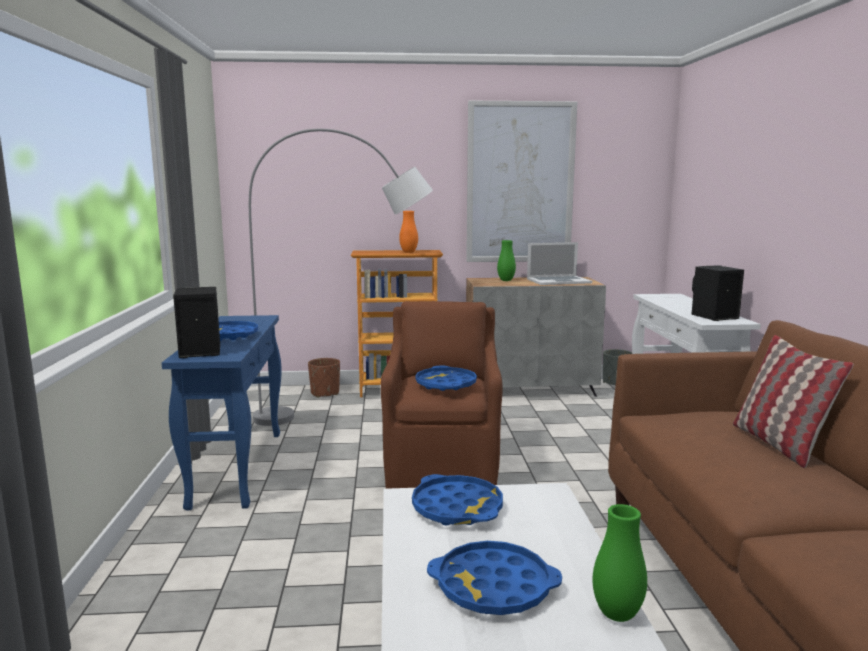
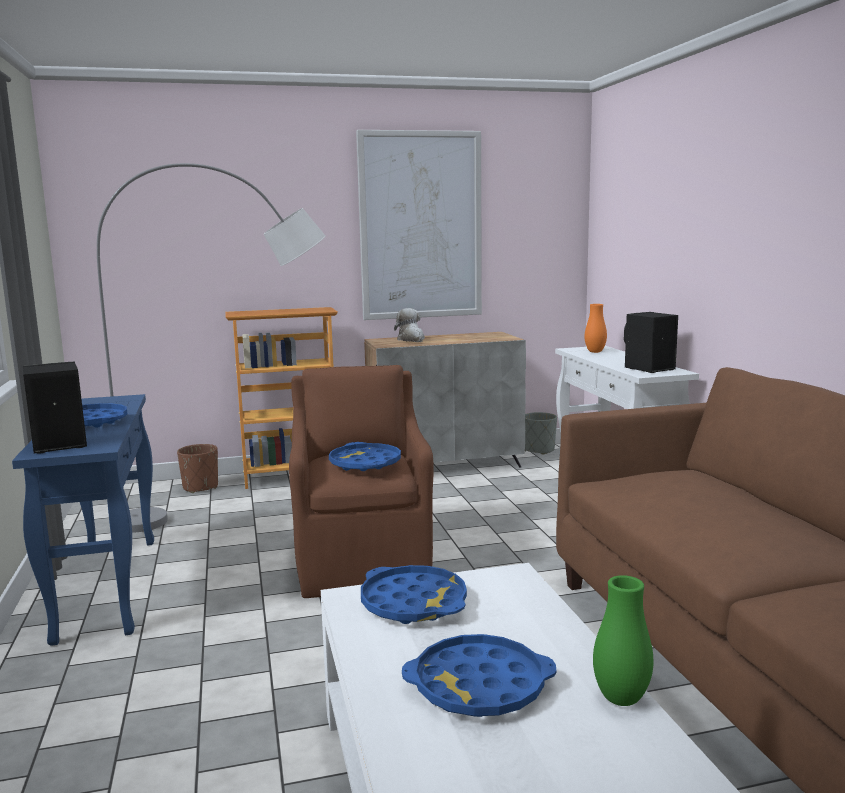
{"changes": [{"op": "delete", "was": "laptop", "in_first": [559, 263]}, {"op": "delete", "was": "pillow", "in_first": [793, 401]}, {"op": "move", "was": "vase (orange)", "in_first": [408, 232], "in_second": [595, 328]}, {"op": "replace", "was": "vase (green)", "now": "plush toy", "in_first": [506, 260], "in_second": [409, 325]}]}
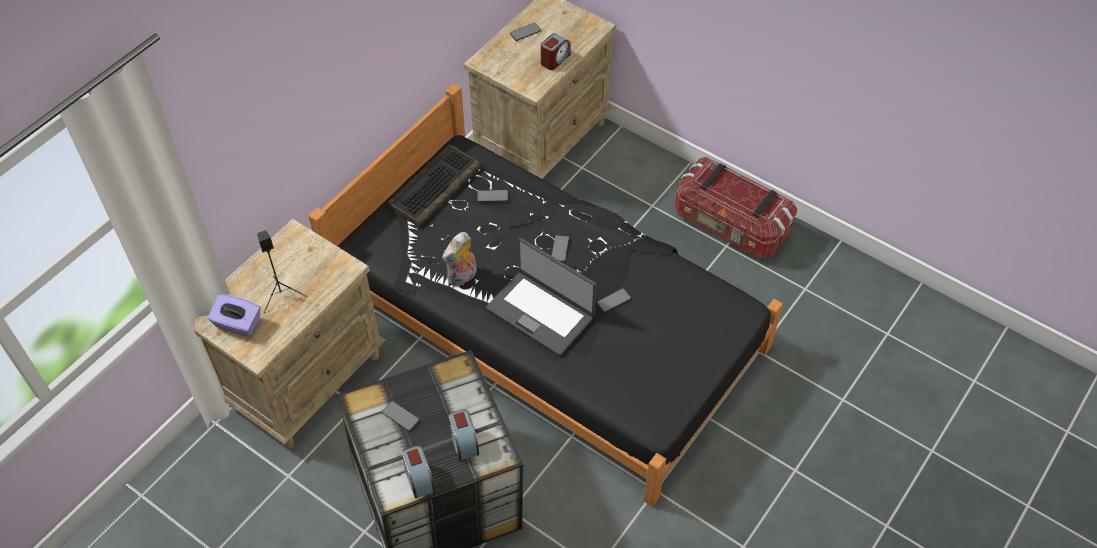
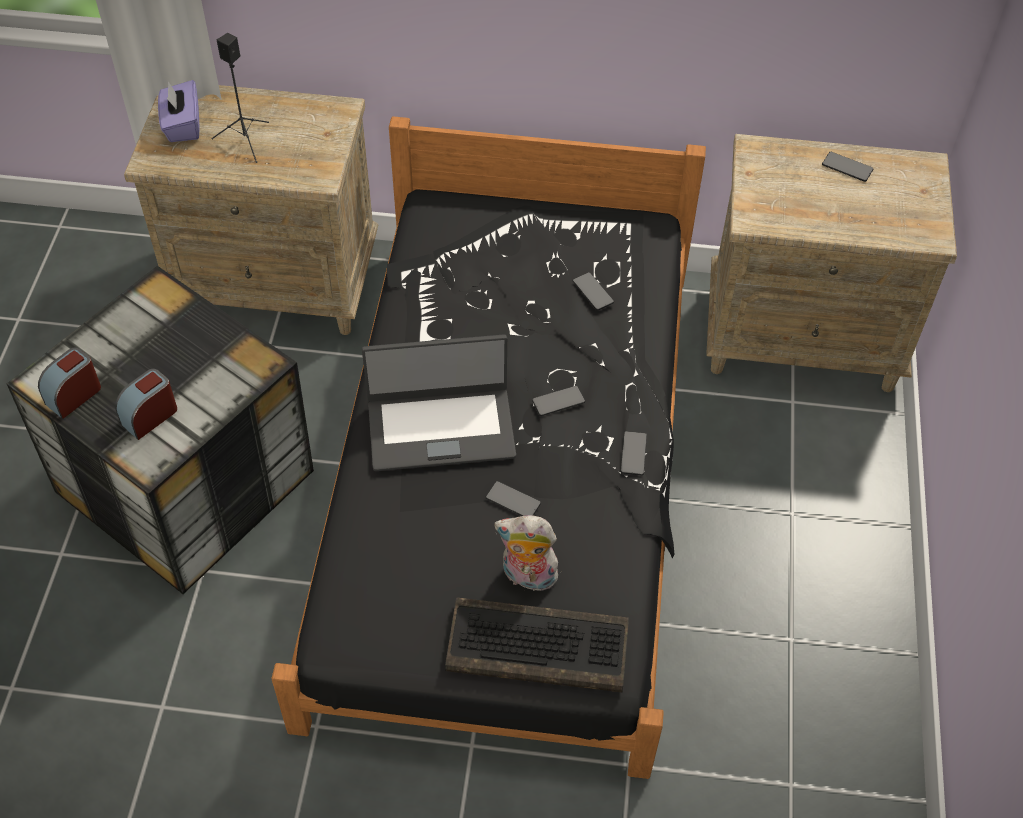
{"changes": [{"op": "delete", "was": "alarm clock", "in_first": [556, 52]}, {"op": "delete", "was": "storage box", "in_first": [736, 208]}, {"op": "move", "was": "phone", "in_first": [401, 416], "in_second": [633, 453]}, {"op": "move", "was": "keyboard", "in_first": [433, 185], "in_second": [537, 644]}, {"op": "move", "was": "plush toy", "in_first": [459, 259], "in_second": [527, 555]}, {"op": "rotate", "was": "laptop", "in_first": [541, 297], "in_second": [439, 402], "clockwise": -105}]}
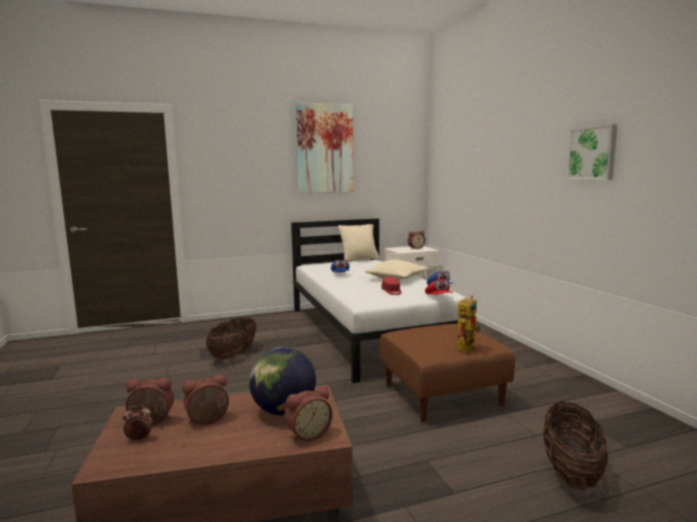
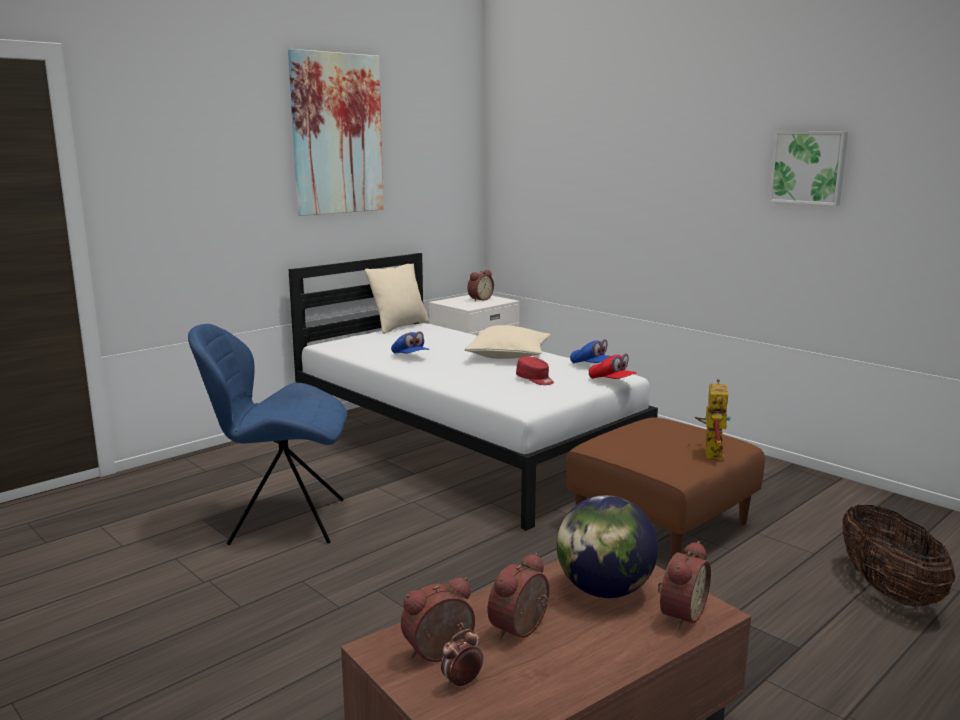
{"changes": [{"op": "replace", "was": "basket", "now": "chair (blue)", "in_first": [231, 338], "in_second": [267, 434]}]}
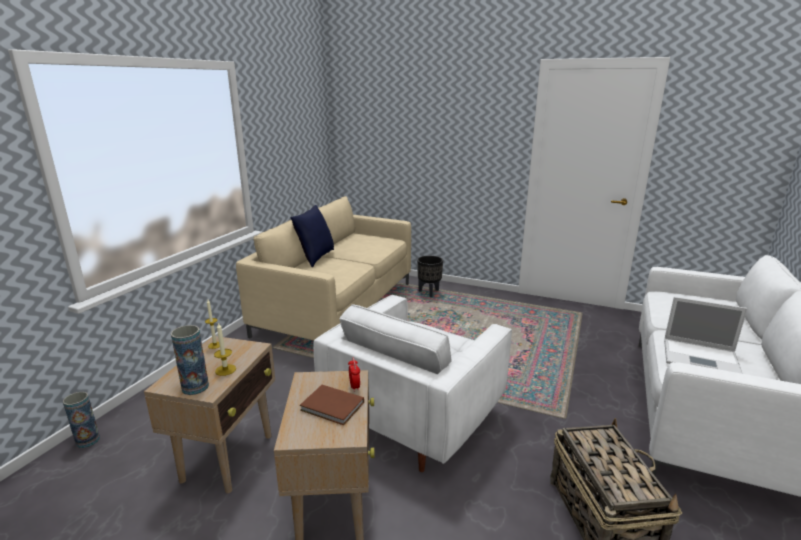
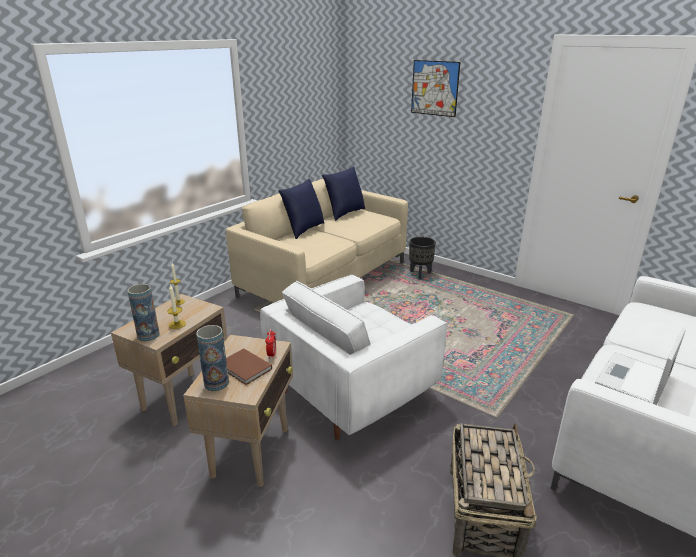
{"changes": [{"op": "insert", "now": "pillow (blue)", "in_second": [343, 193]}, {"op": "insert", "now": "picture", "in_second": [435, 88]}, {"op": "move", "was": "vase", "in_first": [81, 420], "in_second": [212, 358]}, {"op": "rotate", "was": "laptop", "in_first": [705, 335], "in_second": [640, 366], "clockwise": 90}]}
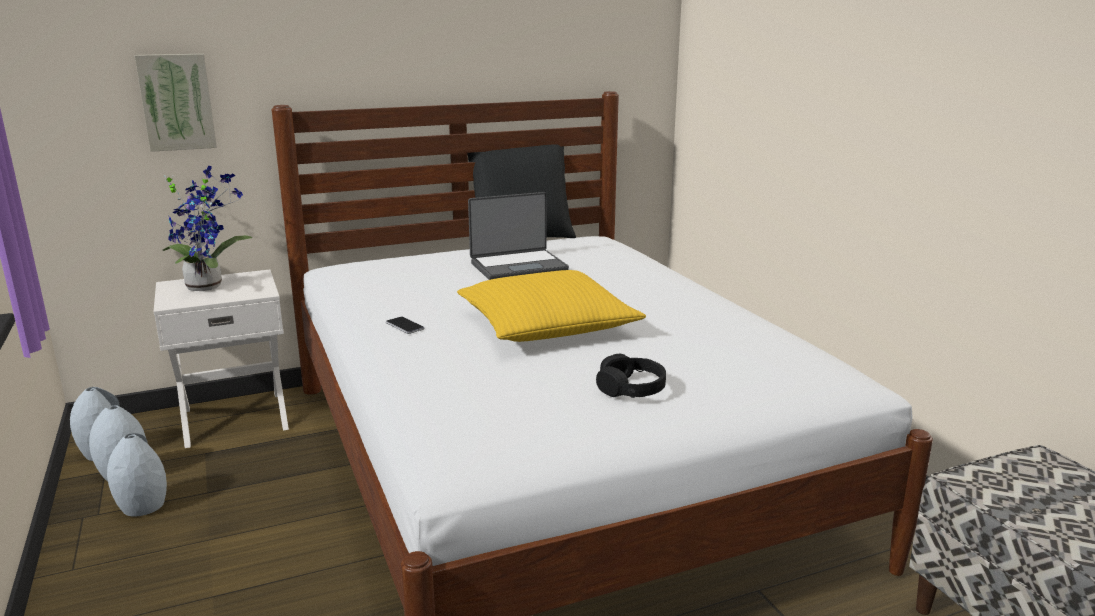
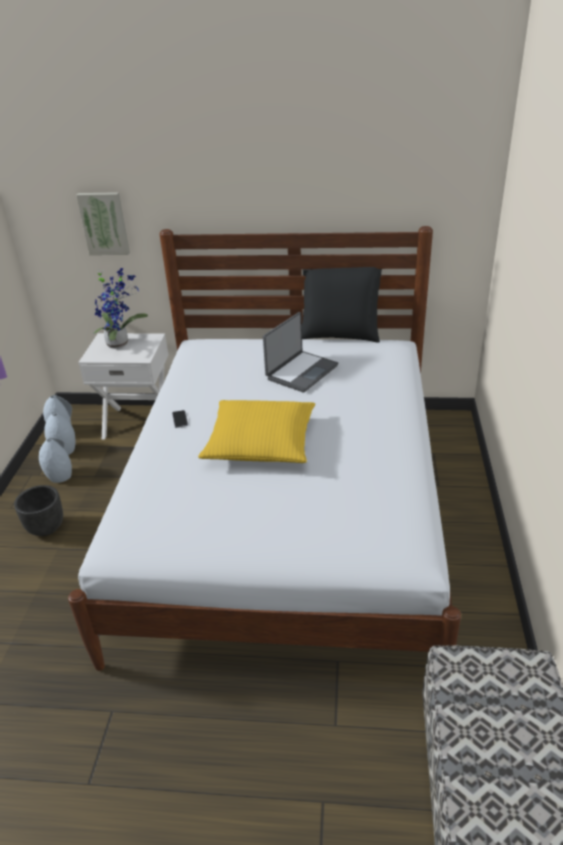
{"changes": [{"op": "delete", "was": "headphones (black)", "in_first": [631, 376]}, {"op": "insert", "now": "planter (black)", "in_second": [38, 510]}, {"op": "rotate", "was": "laptop", "in_first": [518, 236], "in_second": [300, 352], "clockwise": -60}]}
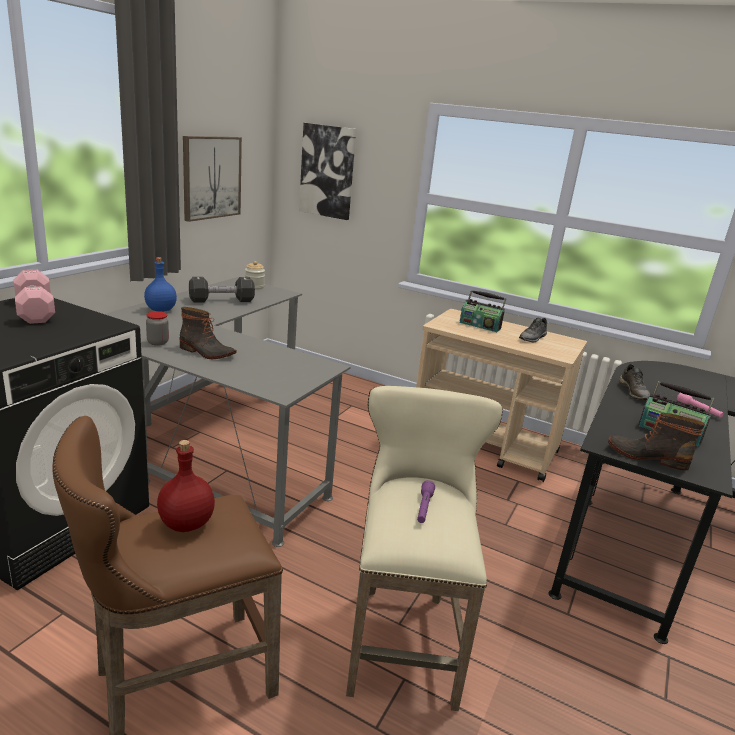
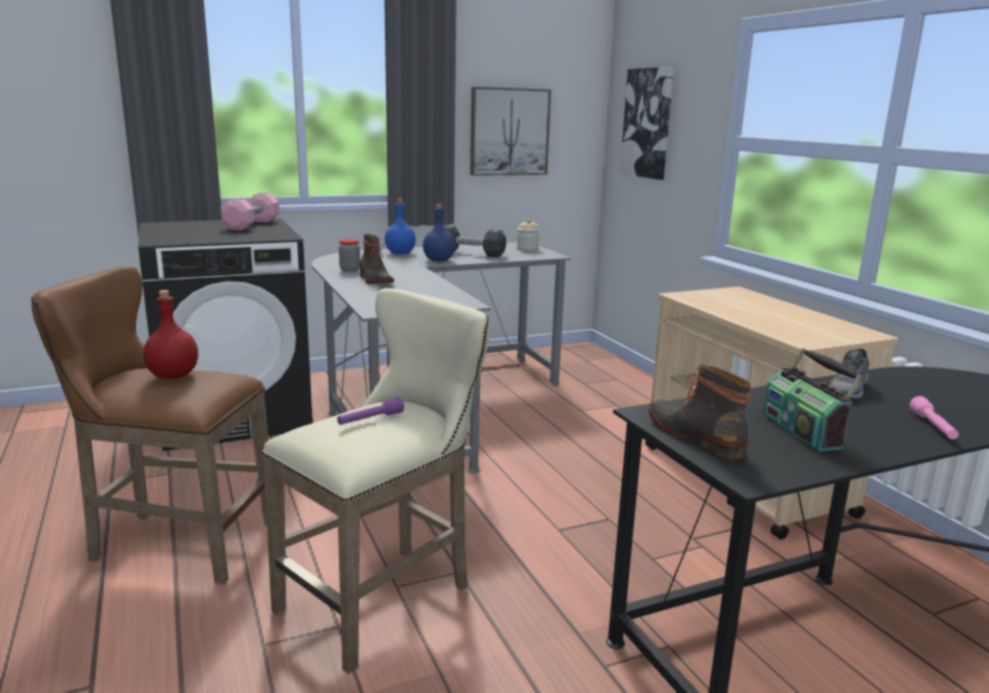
{"changes": [{"op": "delete", "was": "radio", "in_first": [483, 311]}, {"op": "delete", "was": "shoe (grey)", "in_first": [533, 330]}, {"op": "insert", "now": "bottle (blue)", "in_second": [439, 232]}]}
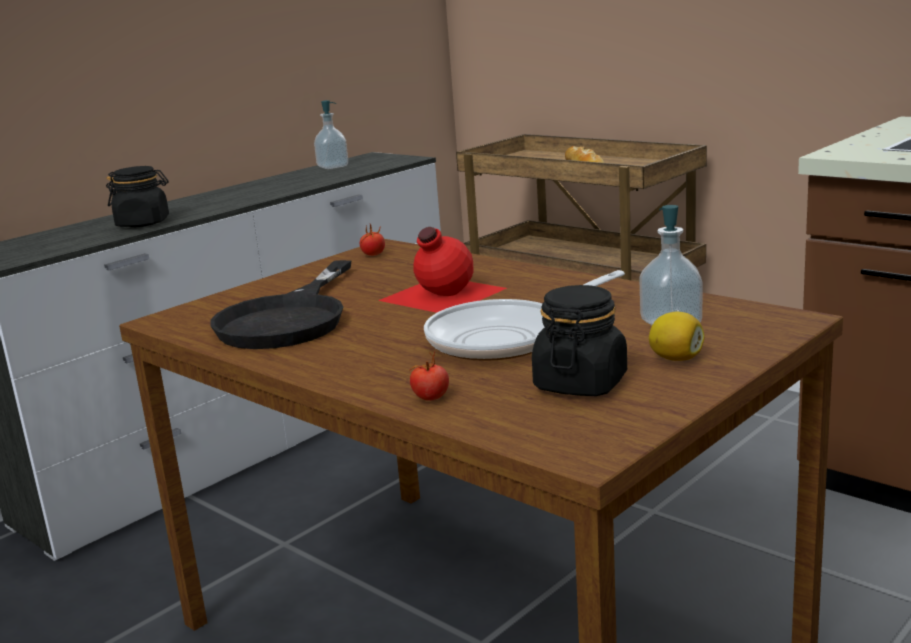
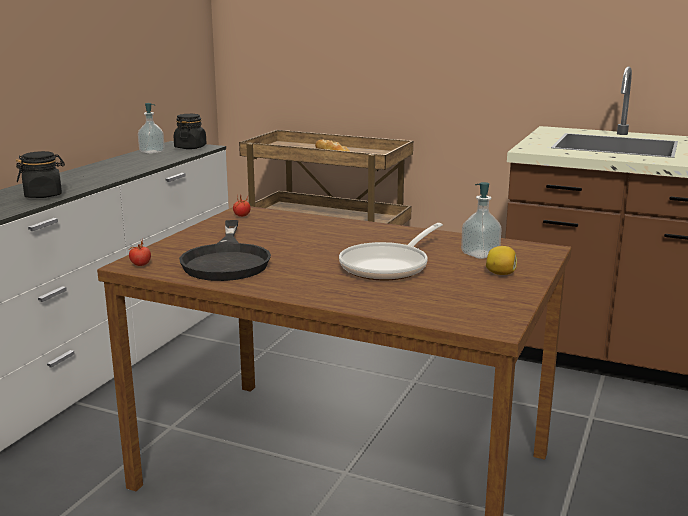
{"changes": [{"op": "delete", "was": "bottle (red)", "in_first": [442, 270]}, {"op": "move", "was": "tomato", "in_first": [429, 376], "in_second": [140, 252]}, {"op": "move", "was": "jar (black)", "in_first": [579, 340], "in_second": [190, 131]}]}
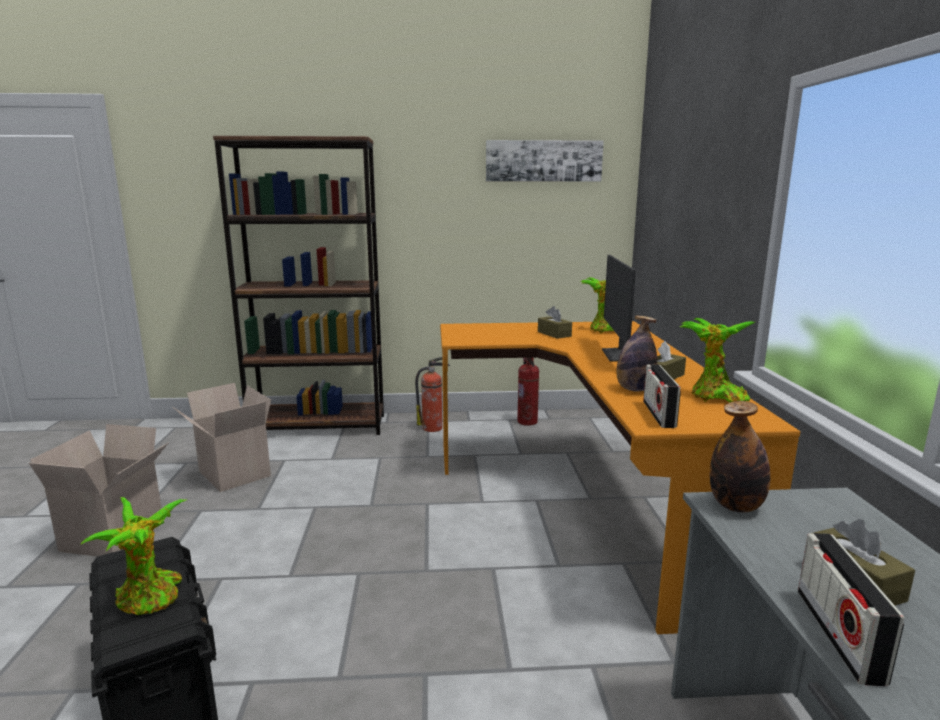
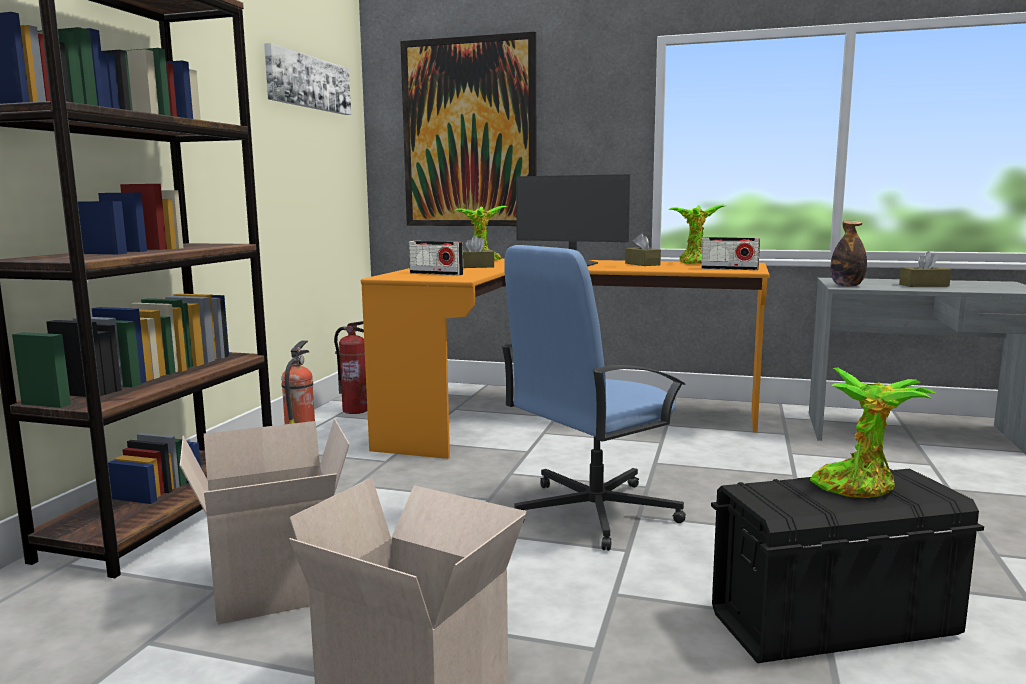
{"changes": [{"op": "delete", "was": "bottle", "in_first": [637, 354]}, {"op": "insert", "now": "picture", "in_second": [468, 129]}, {"op": "insert", "now": "office chair (blue)", "in_second": [593, 398]}, {"op": "move", "was": "radio", "in_first": [851, 609], "in_second": [436, 258]}]}
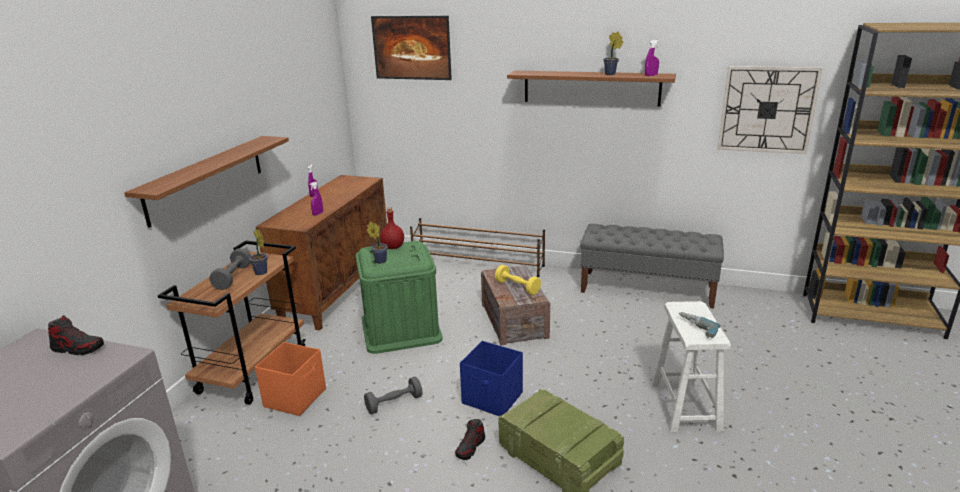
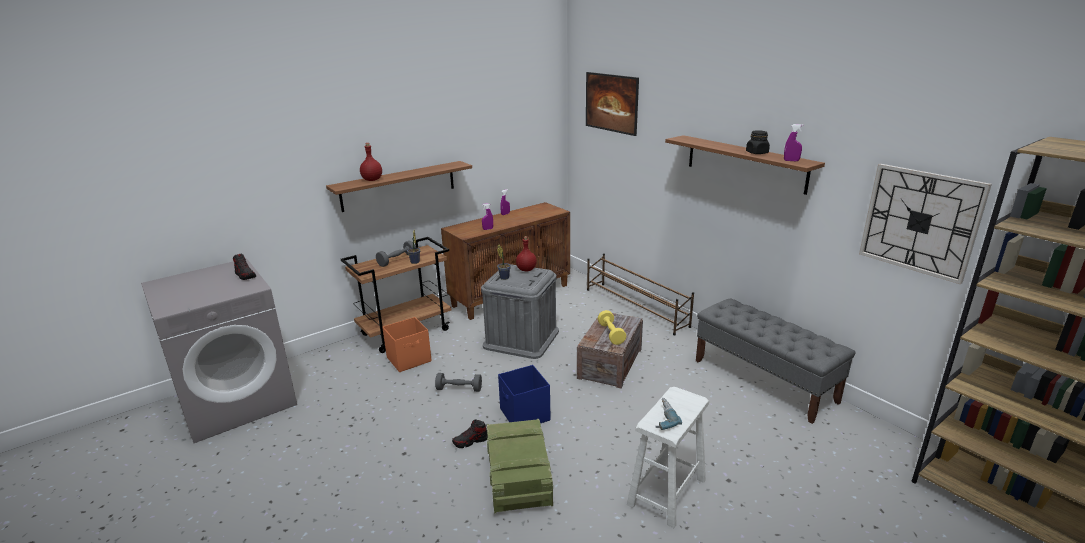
{"changes": [{"op": "insert", "now": "bottle (red)", "in_second": [371, 162]}, {"op": "replace", "was": "potted plant", "now": "jar (black)", "in_first": [613, 53], "in_second": [758, 142]}, {"op": "recolor", "was": "storage box (green)", "now": "storage box (grey)", "in_first": [399, 297], "in_second": [520, 311]}]}
